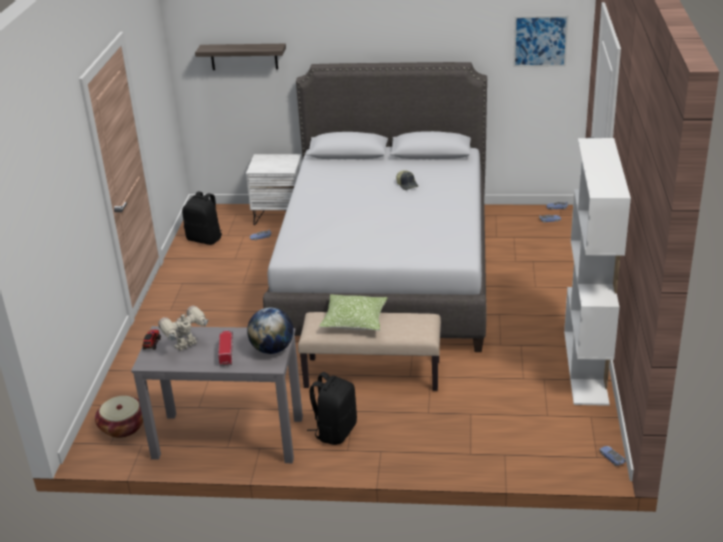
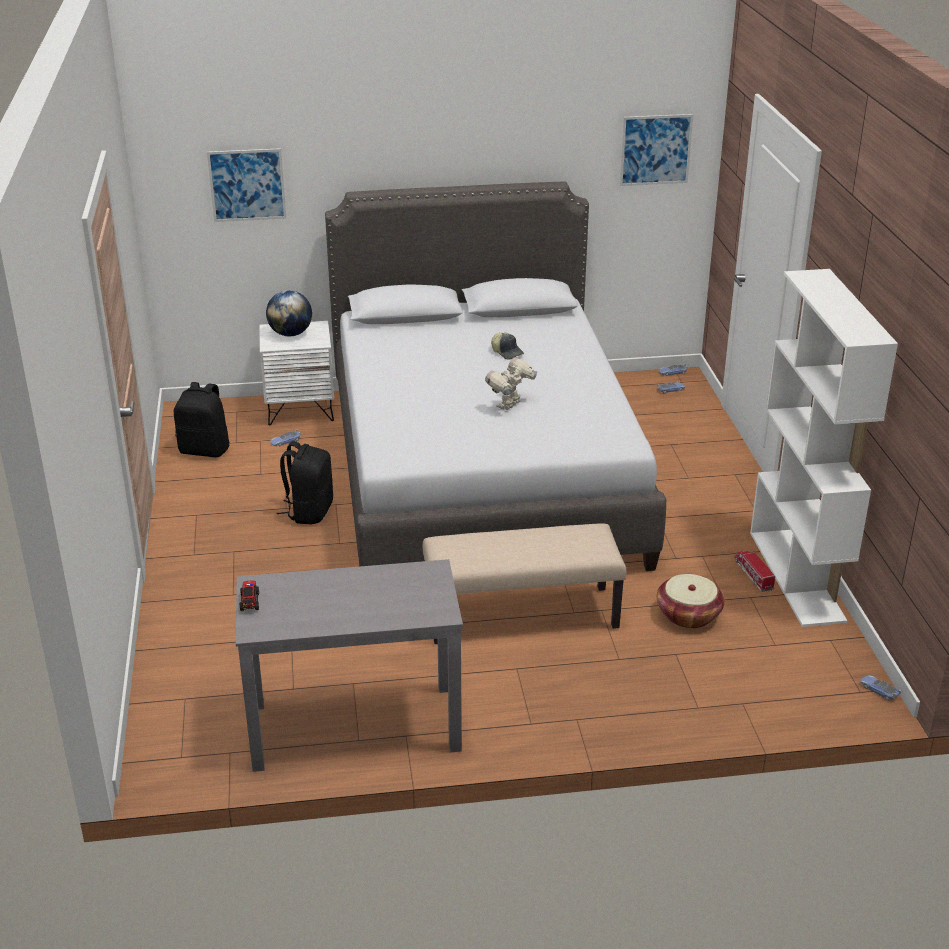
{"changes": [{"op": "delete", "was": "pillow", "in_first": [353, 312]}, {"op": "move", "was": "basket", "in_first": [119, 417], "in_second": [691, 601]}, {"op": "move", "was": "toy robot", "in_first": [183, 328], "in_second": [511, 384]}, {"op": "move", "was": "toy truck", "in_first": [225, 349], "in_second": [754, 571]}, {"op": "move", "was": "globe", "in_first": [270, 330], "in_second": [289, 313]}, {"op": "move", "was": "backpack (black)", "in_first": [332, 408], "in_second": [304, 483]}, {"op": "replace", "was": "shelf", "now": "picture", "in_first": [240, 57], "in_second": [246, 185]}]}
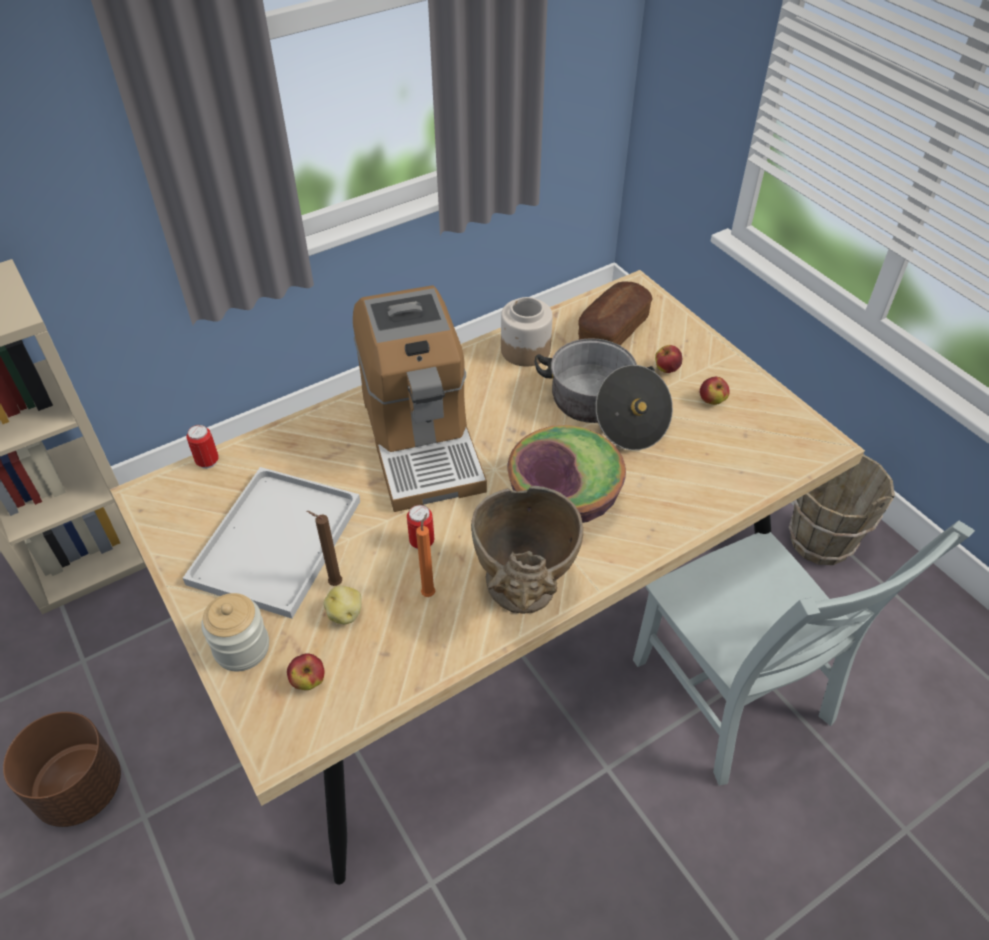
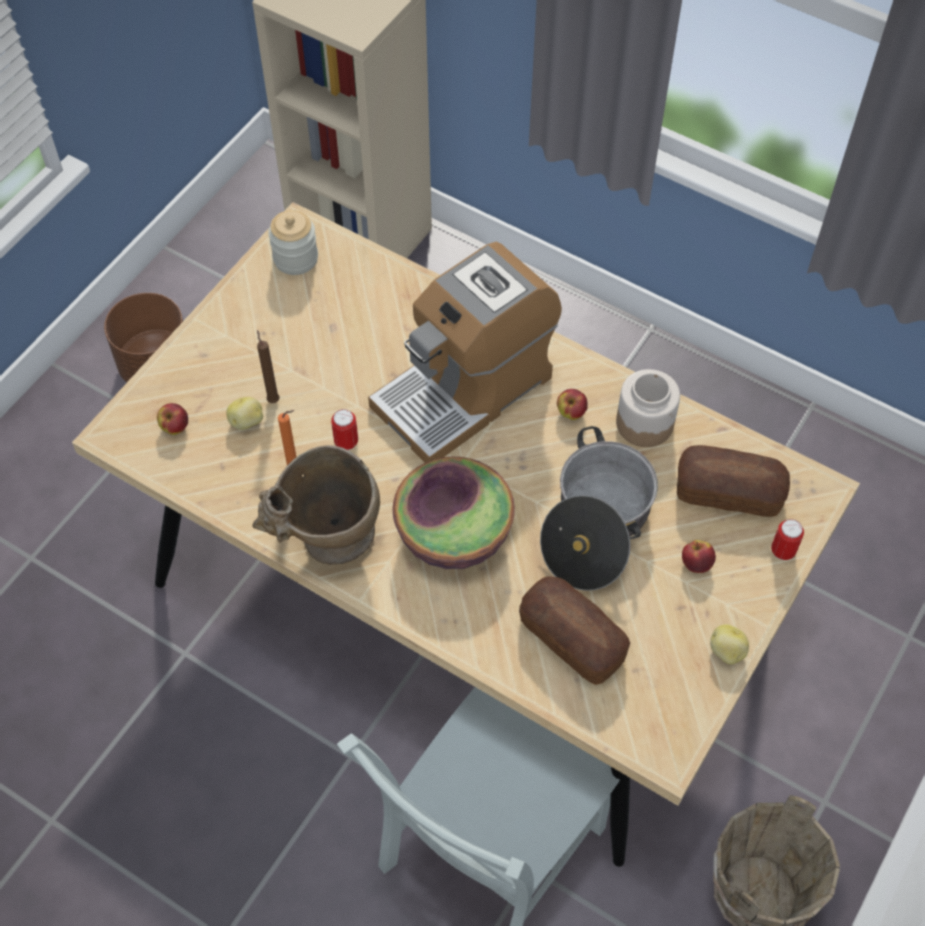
{"changes": [{"op": "delete", "was": "tray (white)", "in_first": [271, 543]}, {"op": "insert", "now": "bread", "in_second": [574, 631]}, {"op": "insert", "now": "potato", "in_second": [729, 644]}, {"op": "move", "was": "can", "in_first": [202, 447], "in_second": [787, 539]}, {"op": "move", "was": "jar", "in_first": [235, 632], "in_second": [293, 242]}, {"op": "move", "was": "apple", "in_first": [715, 391], "in_second": [572, 404]}]}
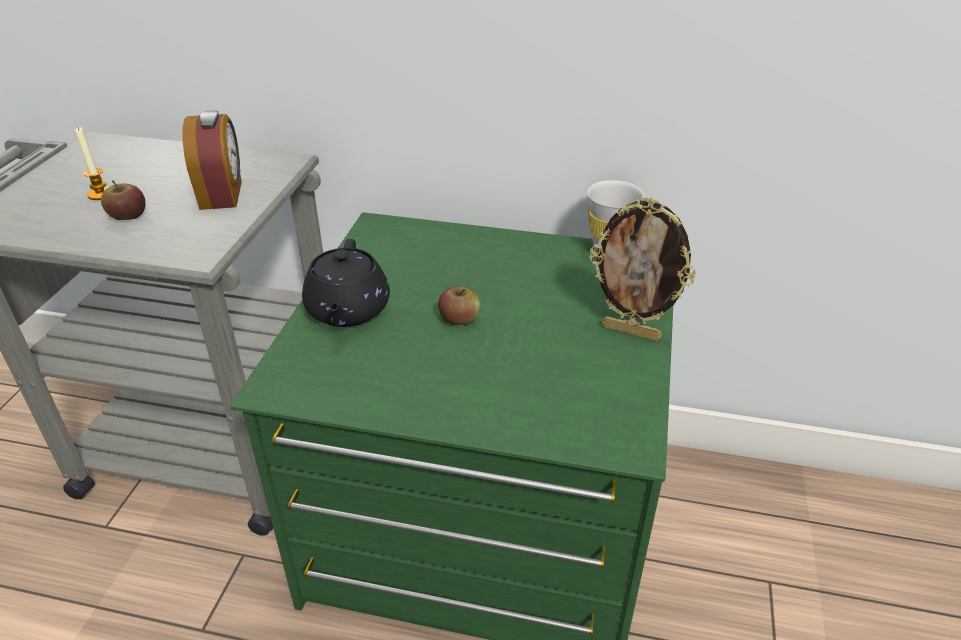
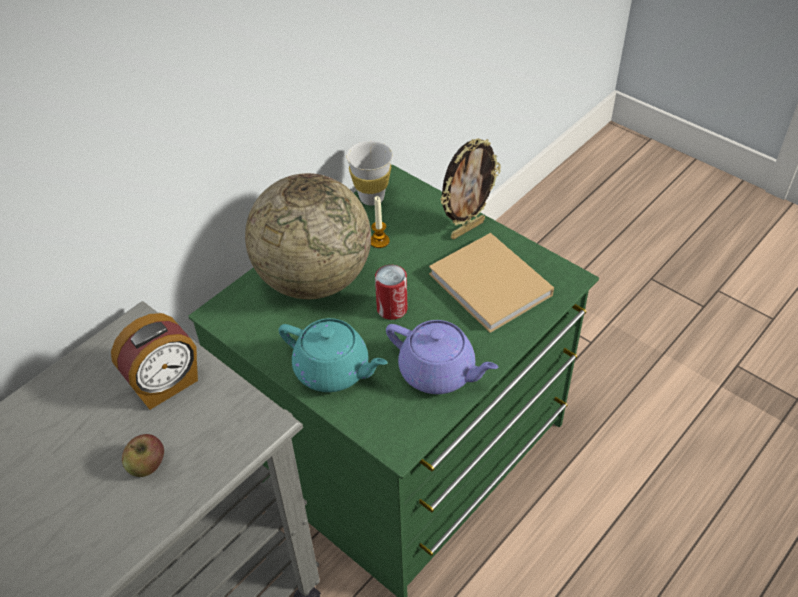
{"changes": [{"op": "insert", "now": "globe", "in_second": [308, 236]}, {"op": "insert", "now": "teapot (purple)", "in_second": [442, 357]}, {"op": "insert", "now": "book (beige)", "in_second": [491, 283]}, {"op": "move", "was": "candle", "in_first": [92, 163], "in_second": [380, 222]}, {"op": "replace", "was": "apple", "now": "can", "in_first": [459, 305], "in_second": [391, 292]}, {"op": "recolor", "was": "teapot (black)", "now": "teapot (turquoise)", "in_first": [346, 283], "in_second": [333, 355]}, {"op": "rotate", "was": "alarm clock", "in_first": [212, 160], "in_second": [154, 361], "clockwise": 120}]}
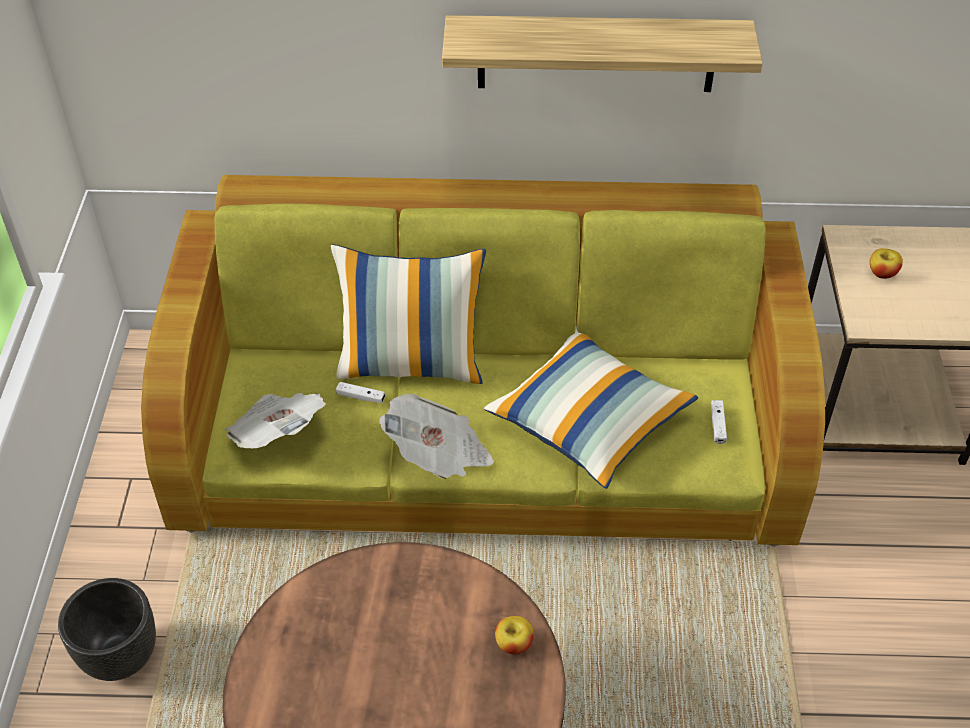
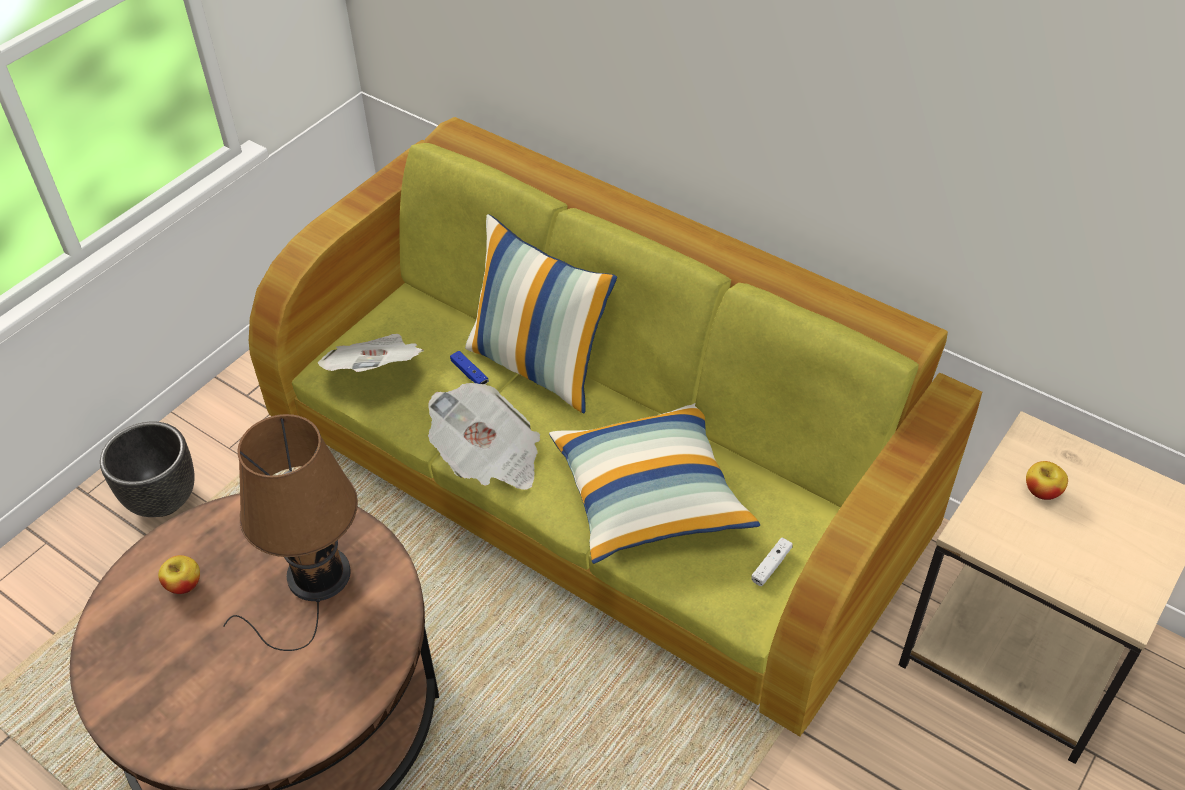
{"changes": [{"op": "delete", "was": "shelf", "in_first": [602, 53]}, {"op": "insert", "now": "table lamp (brown)", "in_second": [290, 532]}, {"op": "move", "was": "apple", "in_first": [514, 635], "in_second": [179, 574]}, {"op": "recolor", "was": "game controller (white)", "now": "game controller (blue)", "in_first": [360, 392], "in_second": [469, 367]}]}
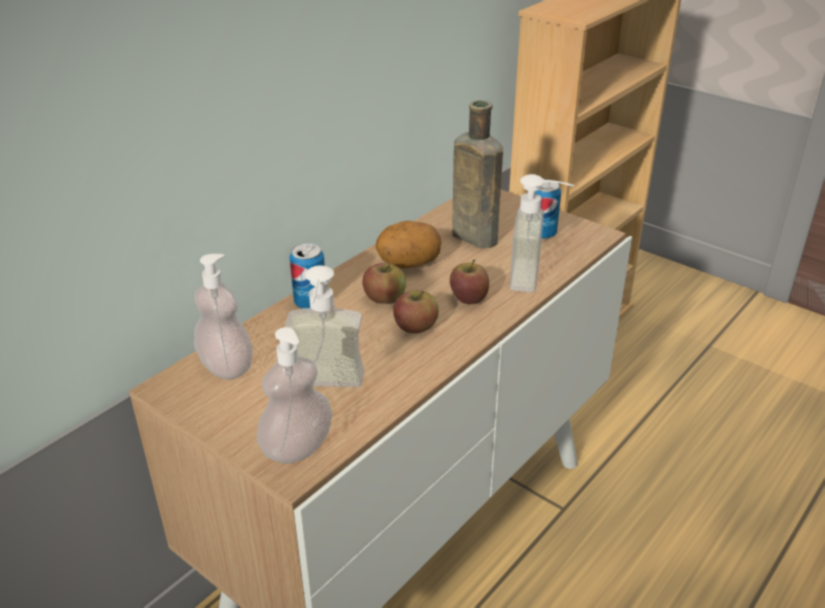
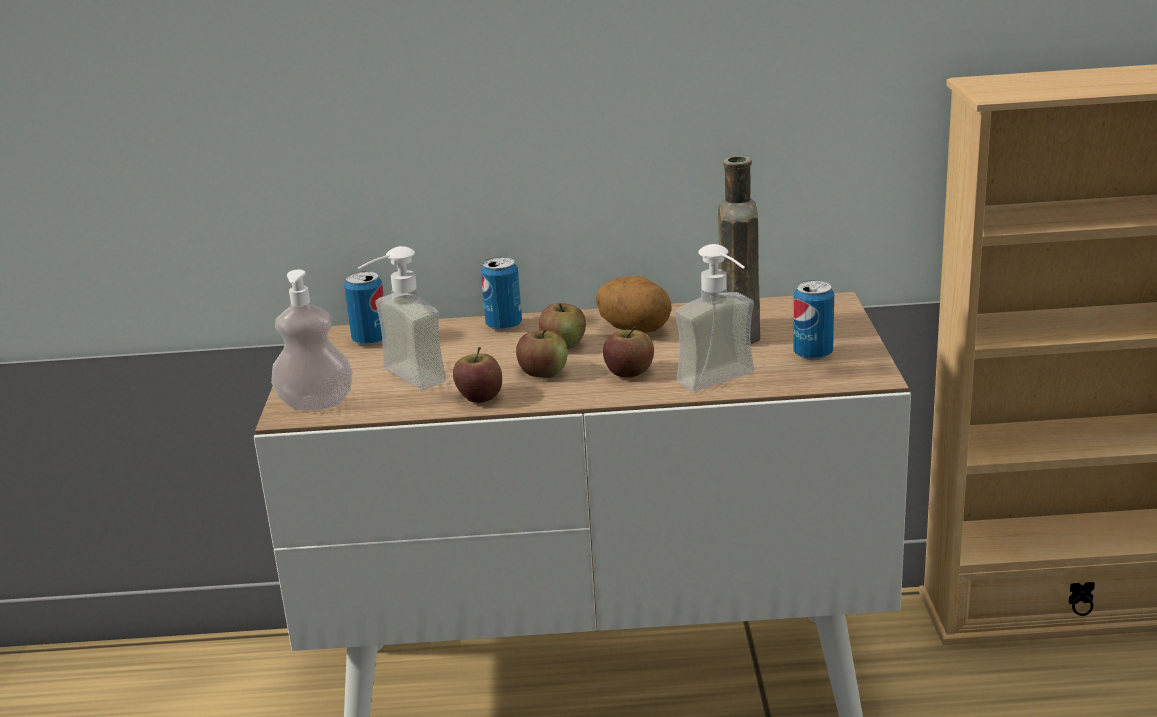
{"changes": [{"op": "insert", "now": "apple", "in_second": [477, 375]}, {"op": "replace", "was": "soap dispenser", "now": "can", "in_first": [223, 317], "in_second": [364, 308]}]}
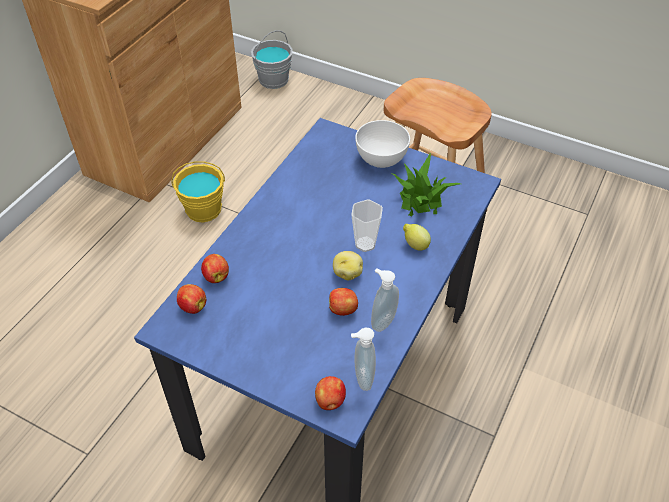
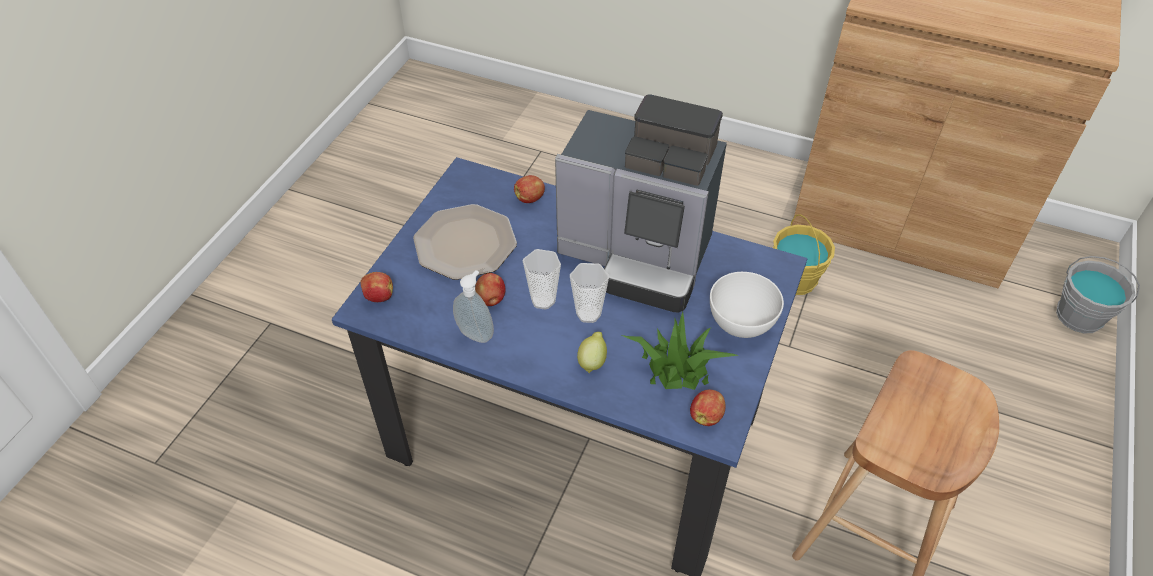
{"changes": [{"op": "delete", "was": "soap dispenser", "in_first": [363, 359]}, {"op": "insert", "now": "plate", "in_second": [465, 242]}, {"op": "insert", "now": "coffee machine", "in_second": [641, 203]}, {"op": "move", "was": "apple", "in_first": [191, 299], "in_second": [708, 408]}, {"op": "replace", "was": "potato", "now": "cup", "in_first": [348, 265], "in_second": [542, 279]}]}
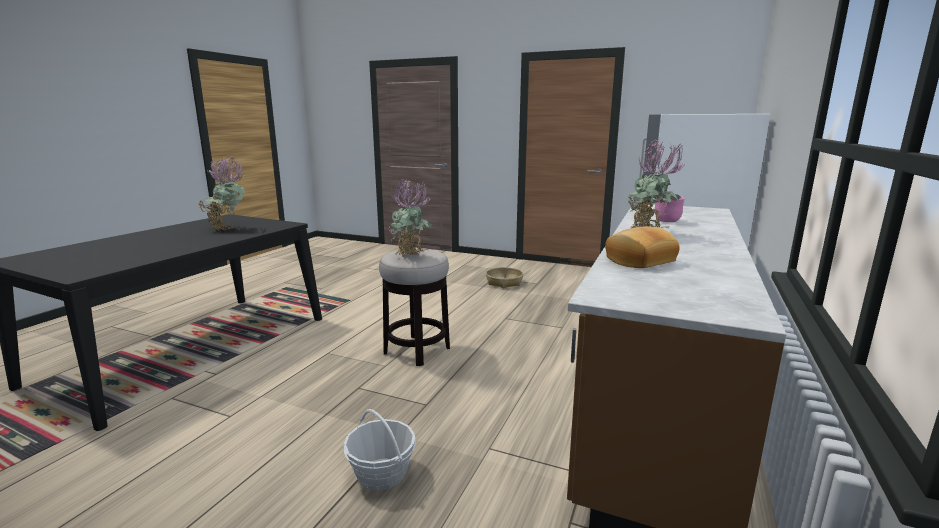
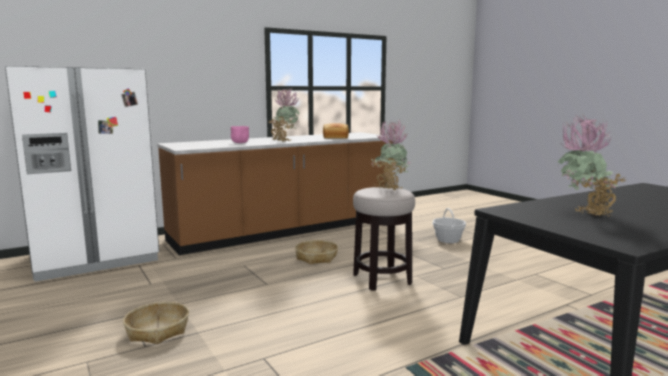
{"changes": [{"op": "insert", "now": "basket", "in_second": [316, 252]}]}
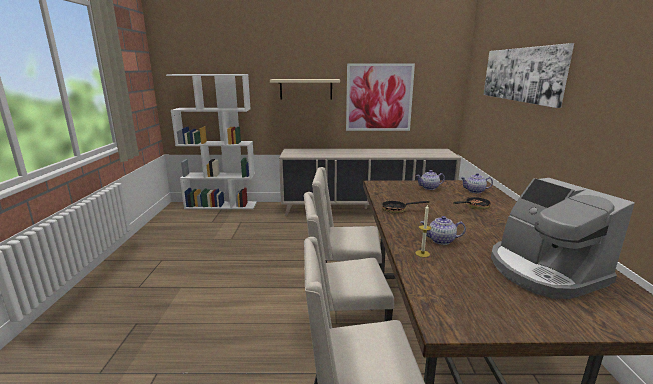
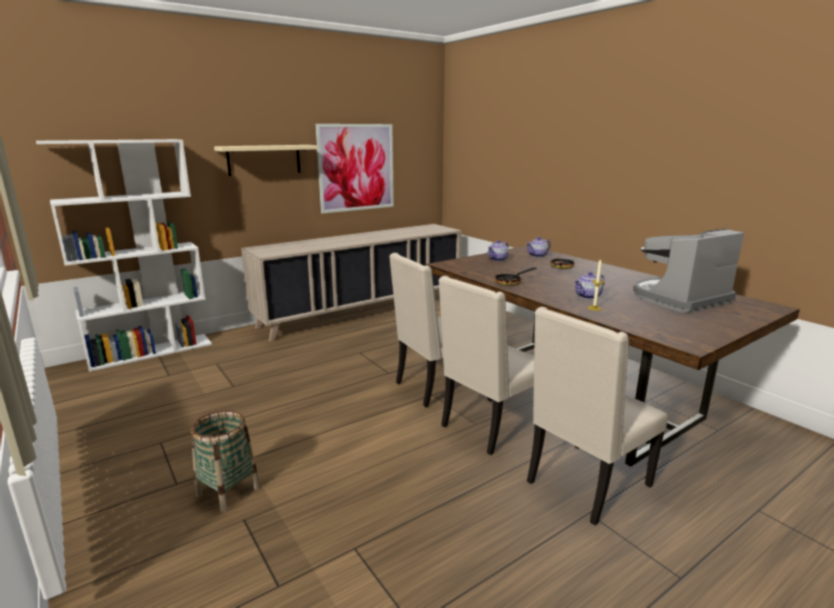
{"changes": [{"op": "delete", "was": "picture", "in_first": [529, 75]}, {"op": "insert", "now": "basket", "in_second": [225, 461]}, {"op": "rotate", "was": "coffee machine", "in_first": [563, 238], "in_second": [689, 270], "clockwise": 120}]}
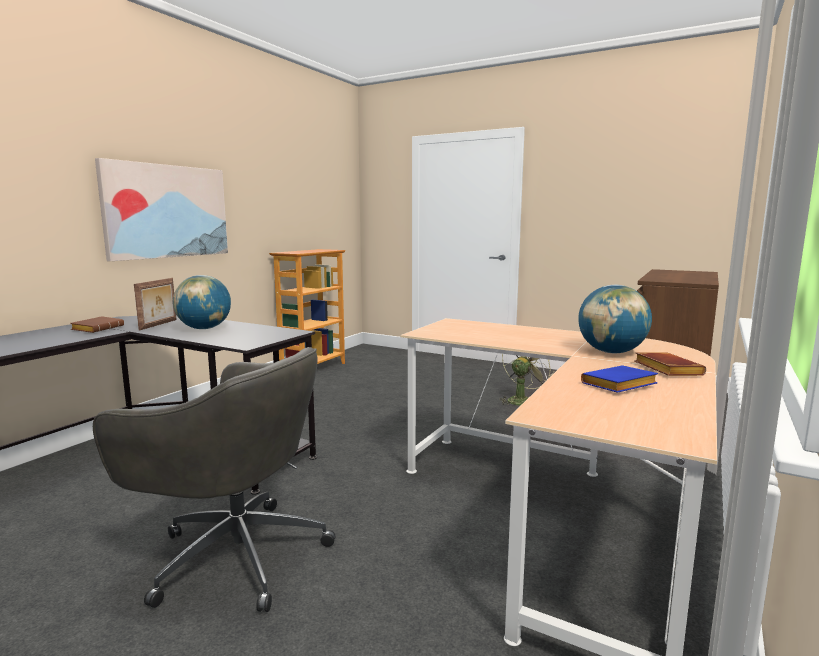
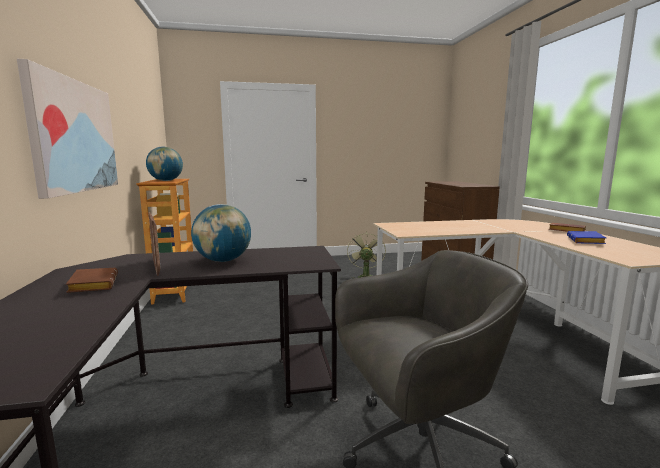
{"changes": [{"op": "move", "was": "globe", "in_first": [615, 319], "in_second": [164, 164]}]}
